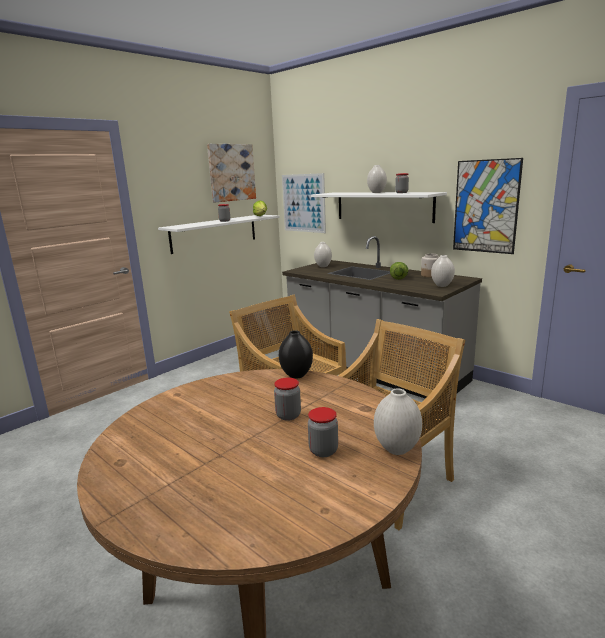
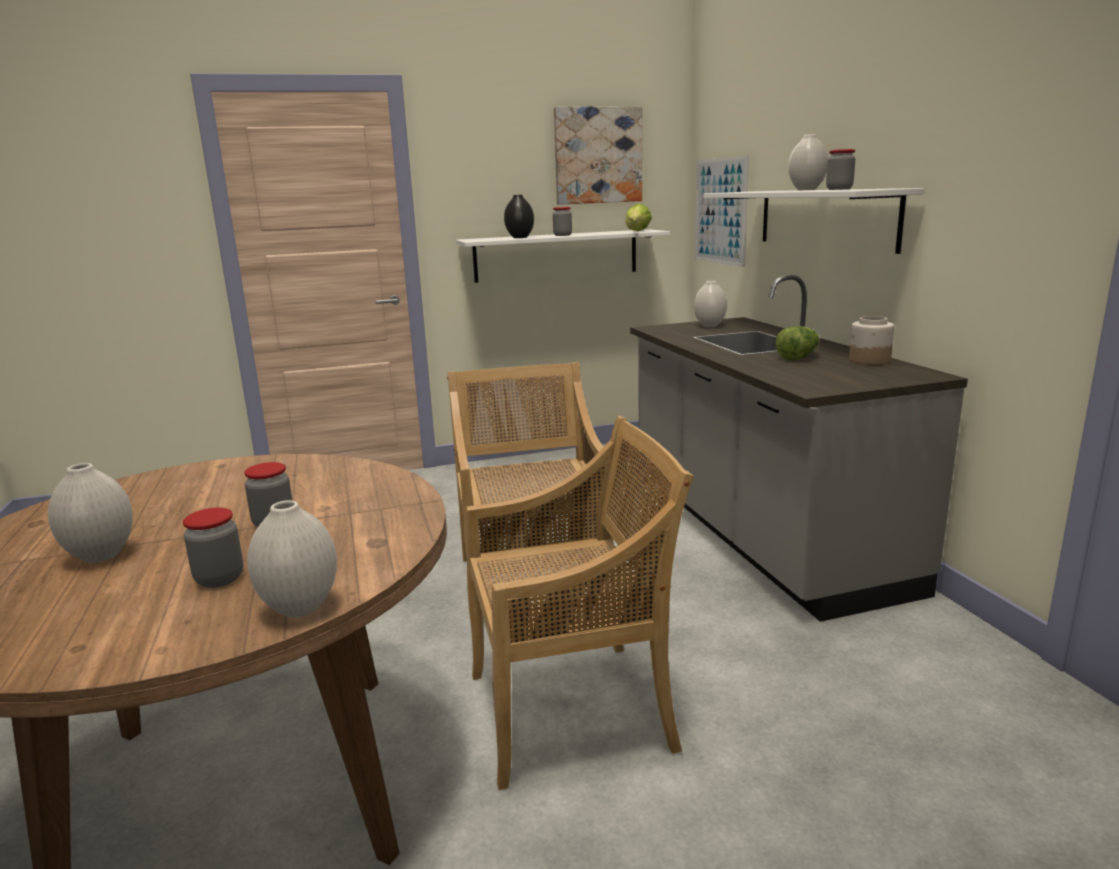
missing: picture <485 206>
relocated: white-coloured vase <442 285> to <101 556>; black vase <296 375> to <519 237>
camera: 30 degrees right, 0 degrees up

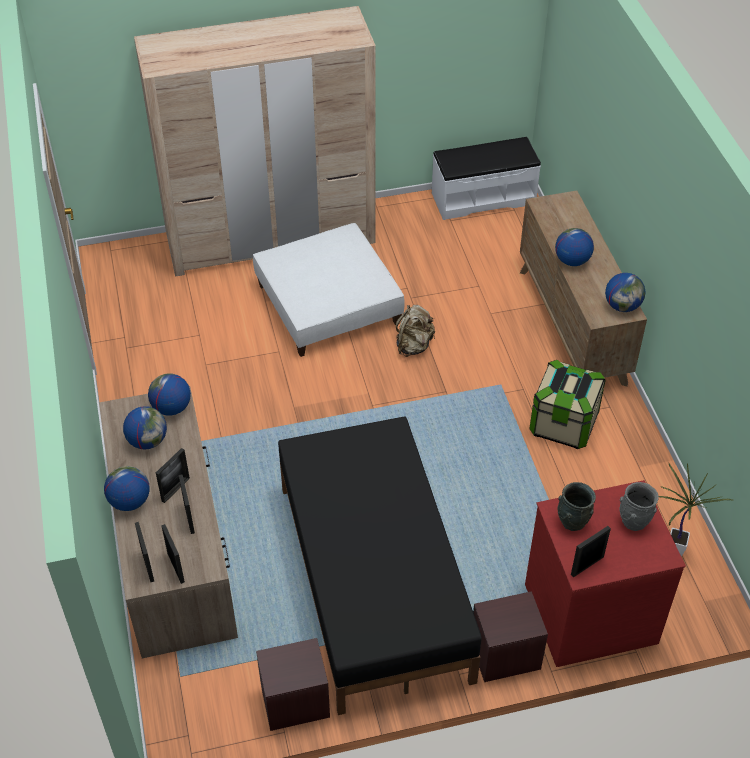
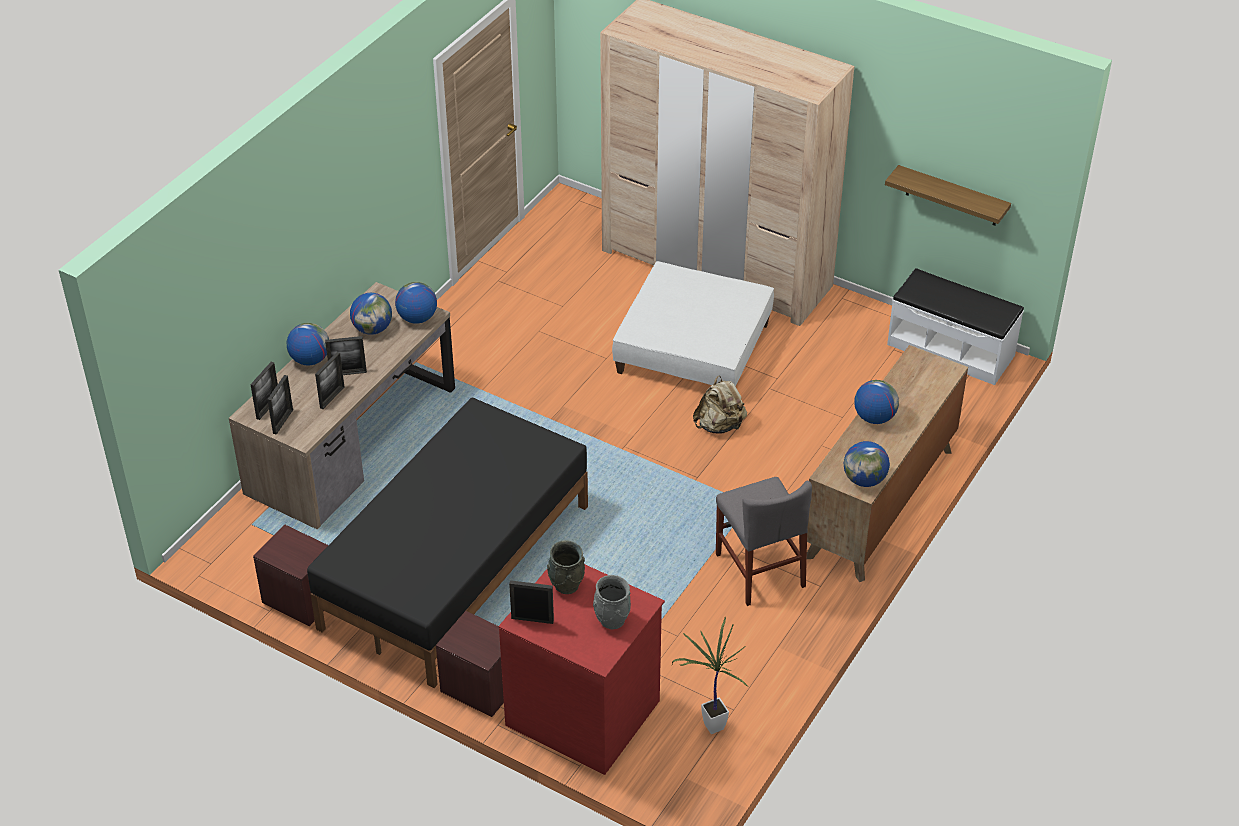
appeared: bracket shelf <952 196>
exchanged: storage bin <563 424> to greyish upright chair <759 570>
camera: 45 degrees right, 5 degrees down

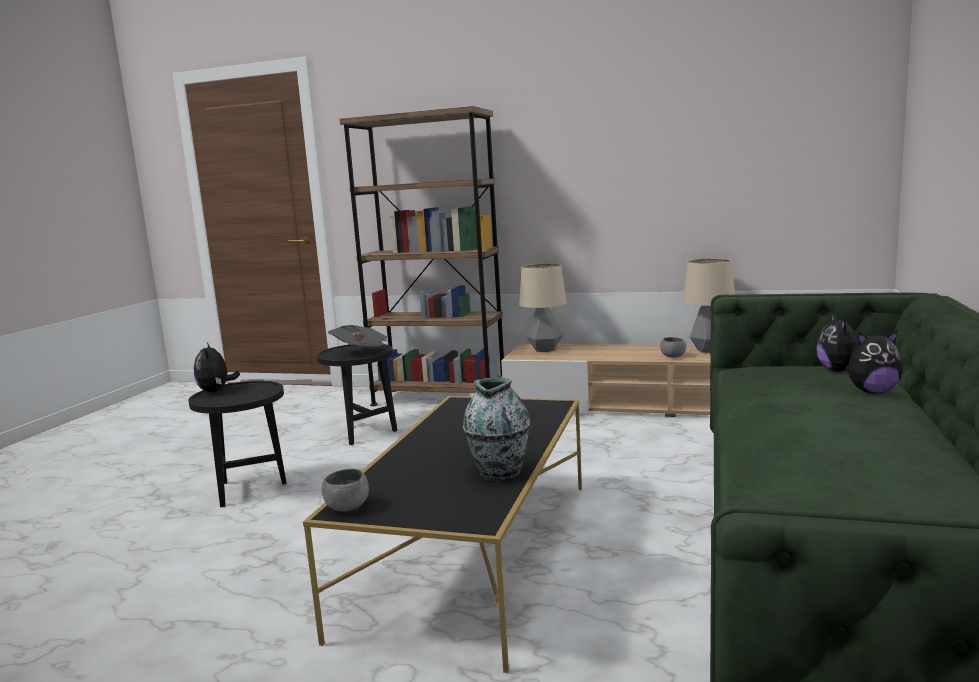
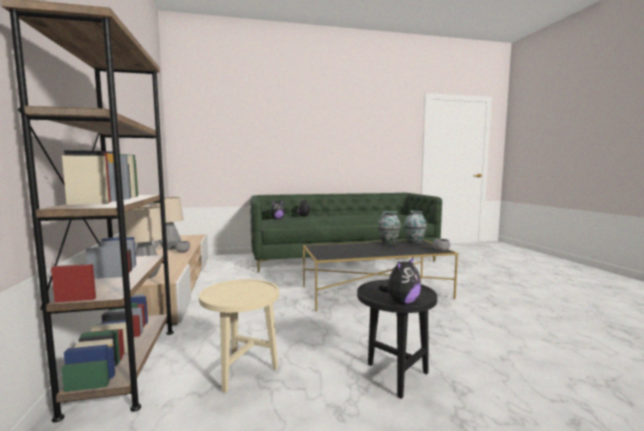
missing: newspaper <362 352>
appeared: vase <414 242>
colour: black accent table <363 432> to sand-coloured accent table <242 374>
camera: 120 degrees left, 5 degrees down

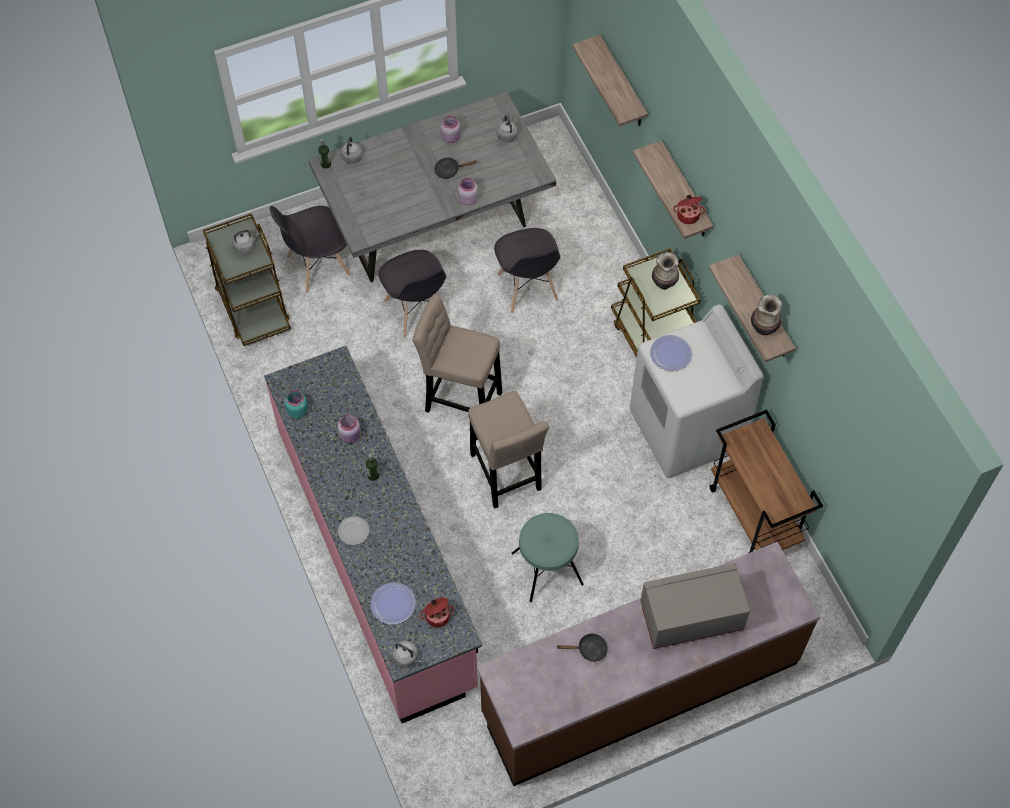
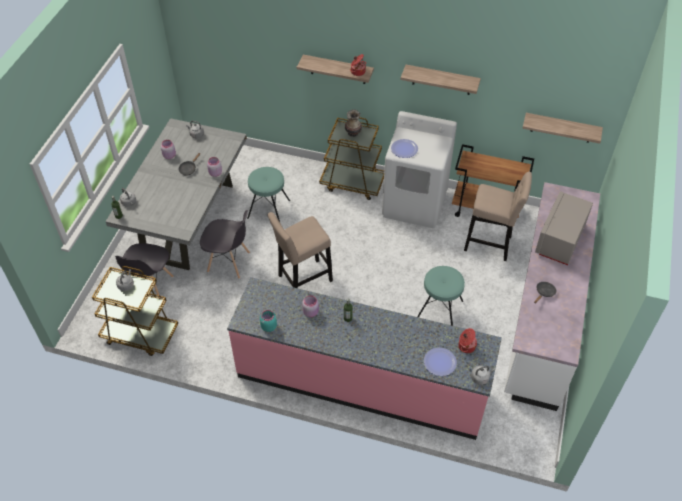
missing: flat dish <353 531>; vase <764 327>
relocated: sand-coloured sitting stool <506 476> to <490 245>; bracket shelf <622 84> to <561 128>
exchanged: greyish upright chair <527 288> to turquoise sitting stool <268 209>
colour: brown kitchen base unit <639 687> to white-coloured kitchen base unit <542 317>
camera: 50 degrees left, 10 degrees down

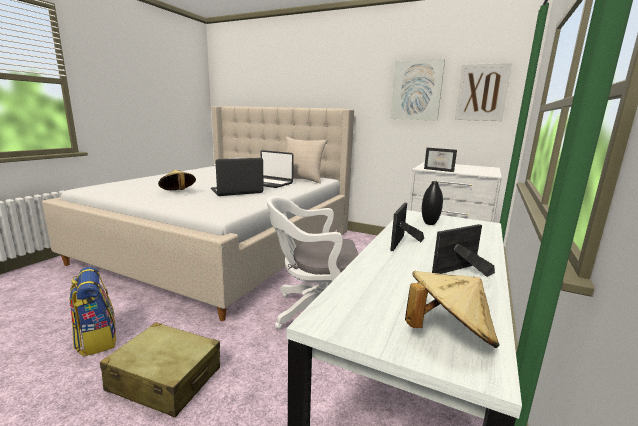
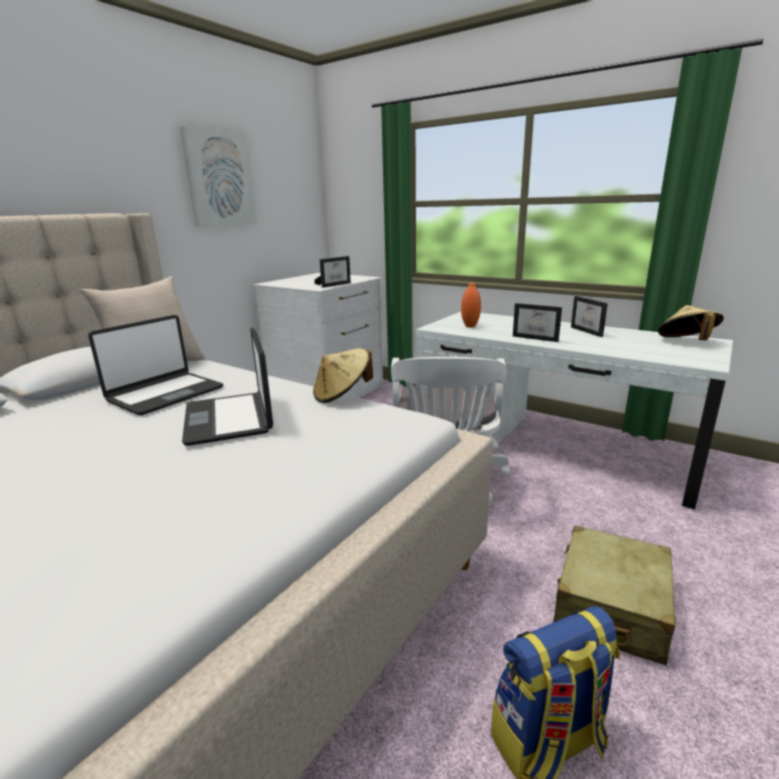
missing: picture <482 92>
relocated: sand-coloured clothing hat <178 192> to <342 395>
colour: black vase <429 223> to orangey vase <470 326>
camera: 80 degrees left, 5 degrees up

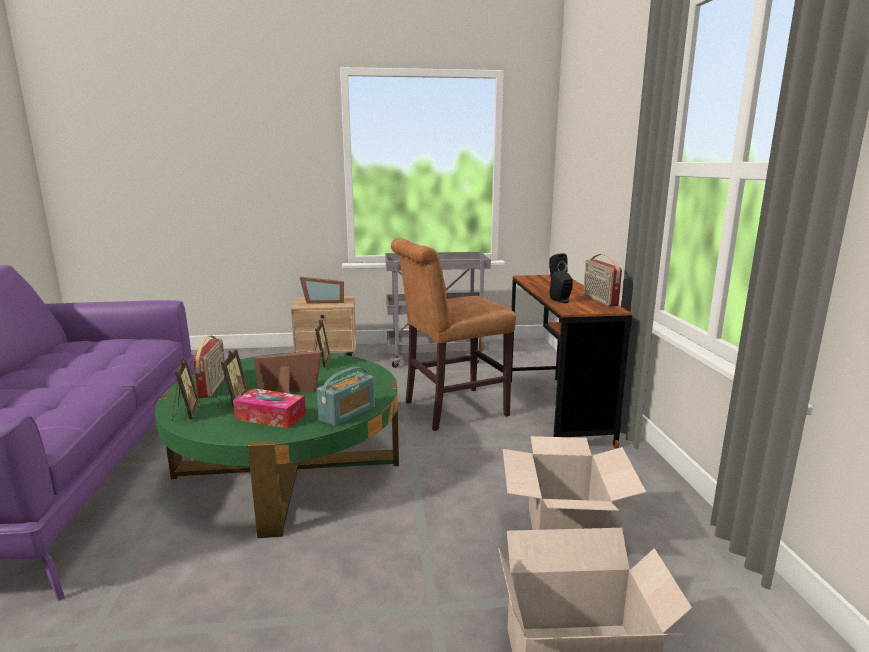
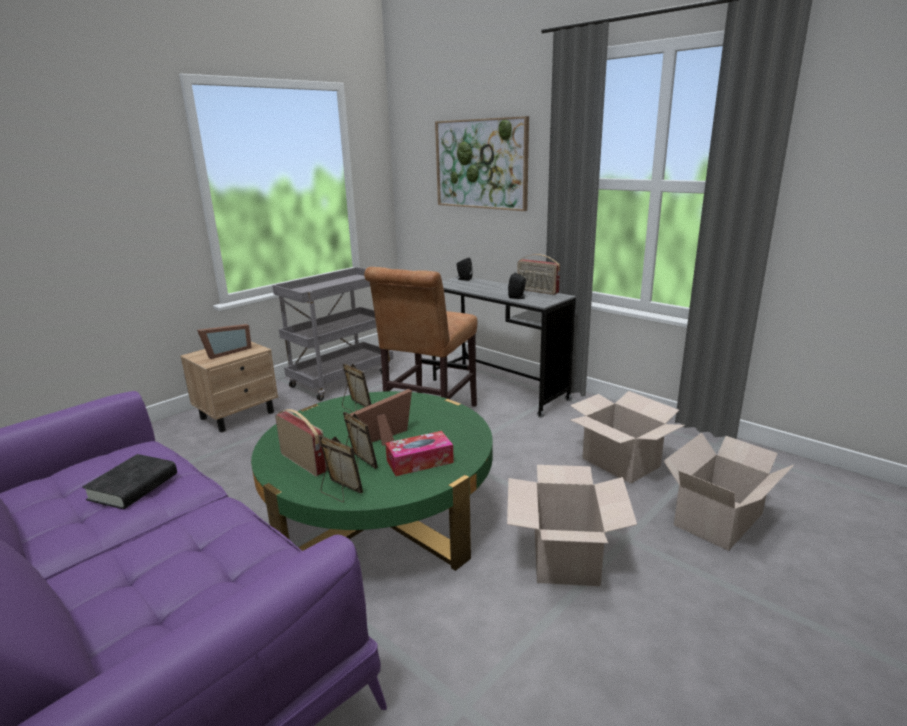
missing: radio <347 413>
appeared: black bound book <133 487>; picture <481 164>; carton <566 557>
colour: brown desk table <556 410> to greyish desk table <498 390>
camera: 40 degrees left, 5 degrees up

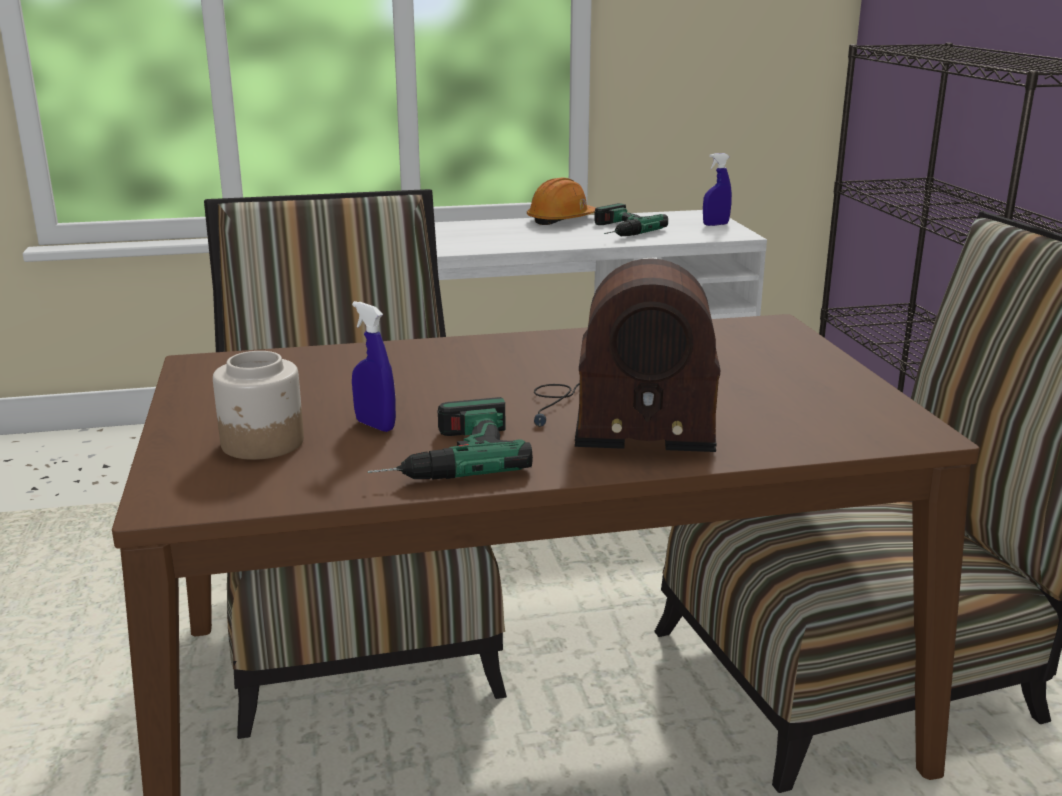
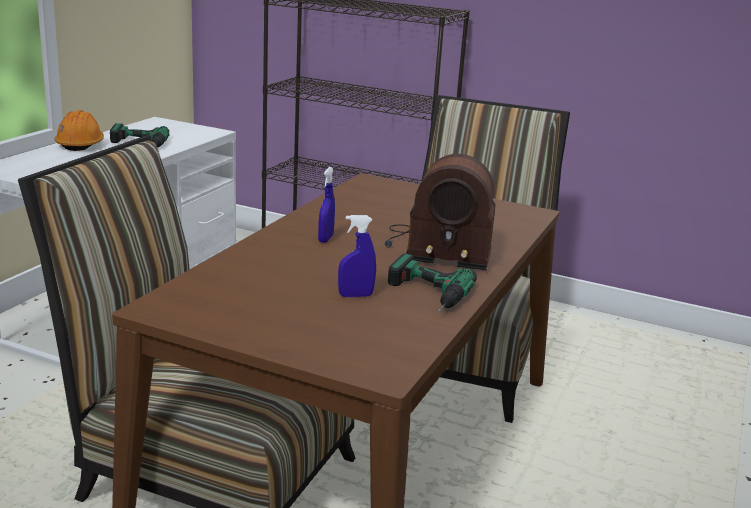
missing: jar <263 443>
relocated: bluish spray bottle <715 224> to <325 239>
spun: radio <620 419> = <437 248> 60 degrees clockwise
camera: 55 degrees left, 0 degrees up

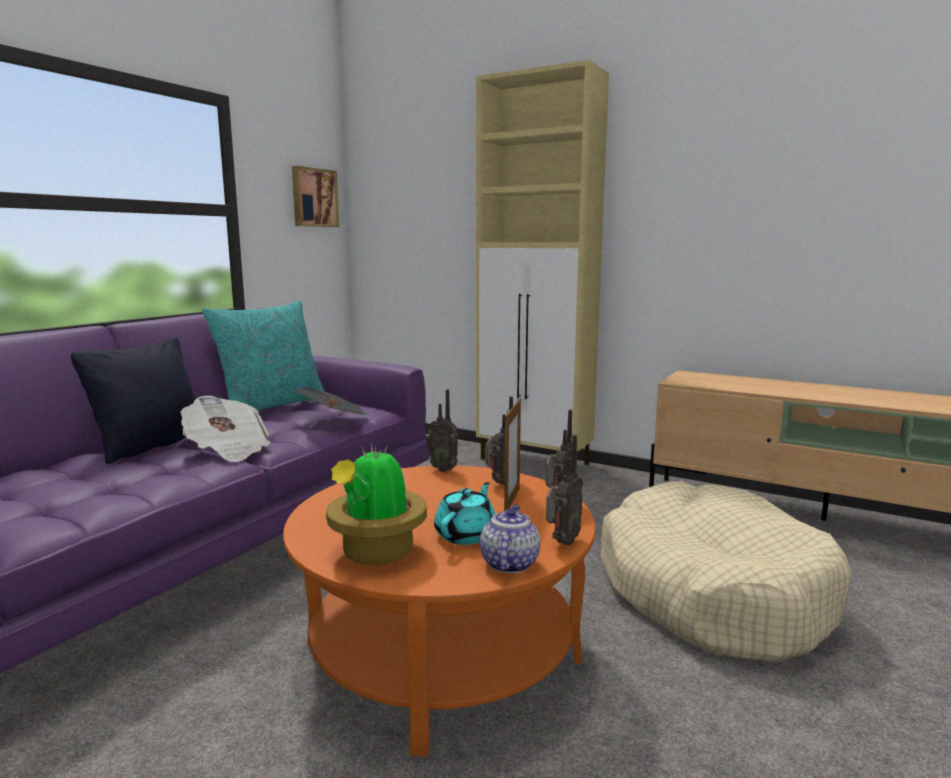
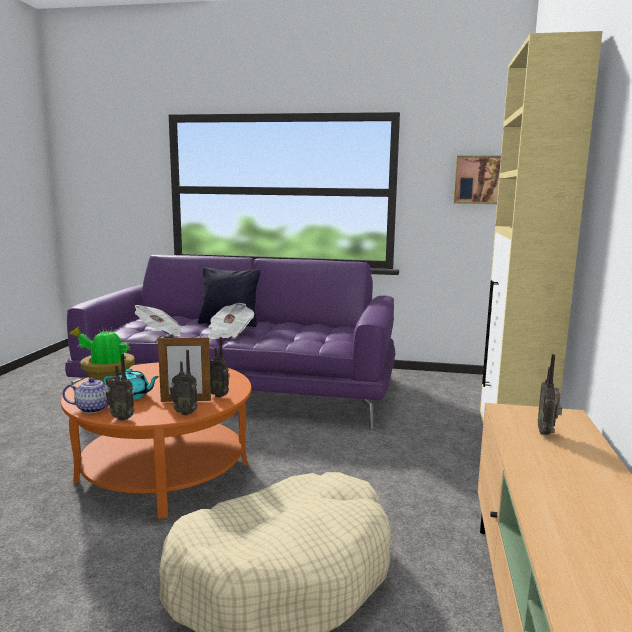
missing: turquoise cushion <271 406>
relocated: newspaper <335 421> to <160 333>; radio <443 469> to <547 433>
camera: 70 degrees right, 0 degrees up

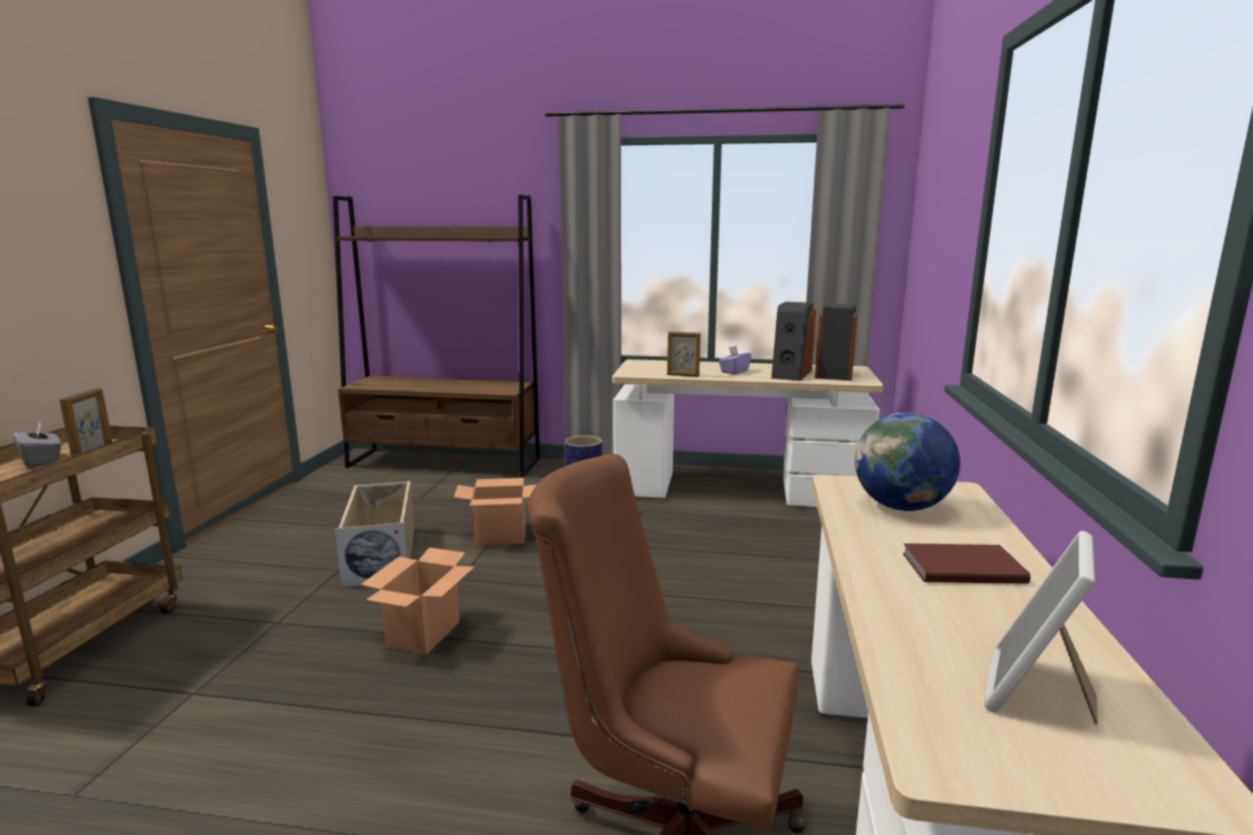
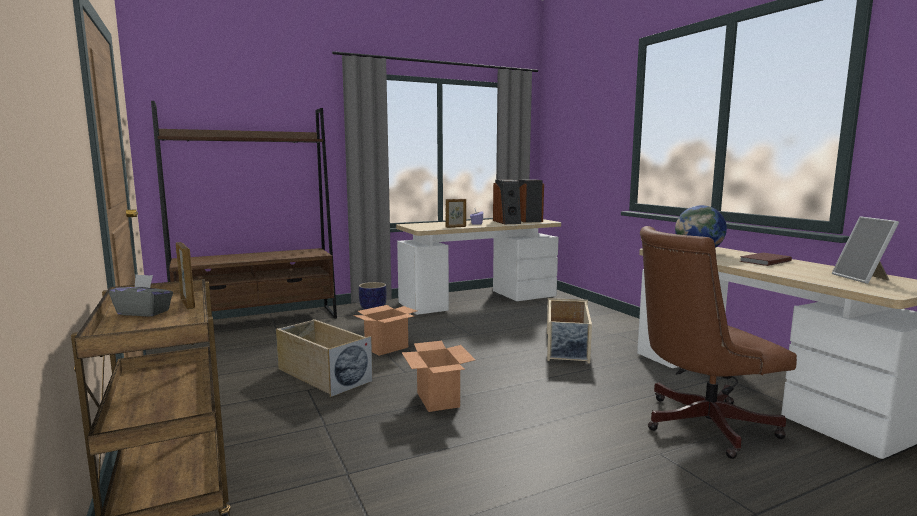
appeared: sand-coloured storage bin <567 348>
camera: 35 degrees left, 5 degrees down

